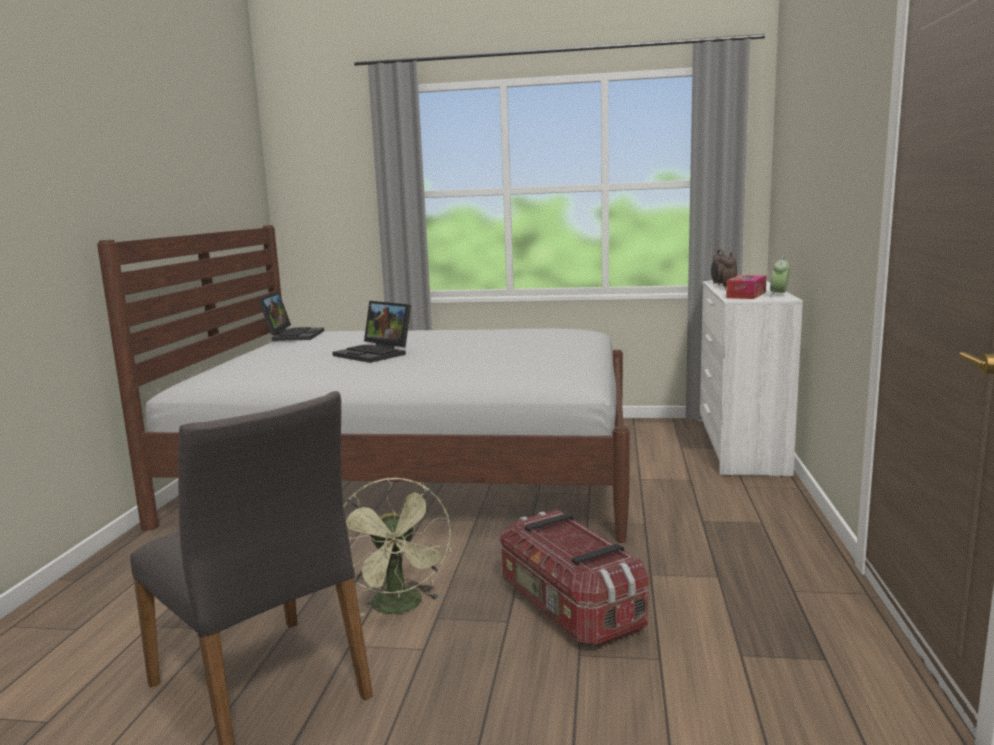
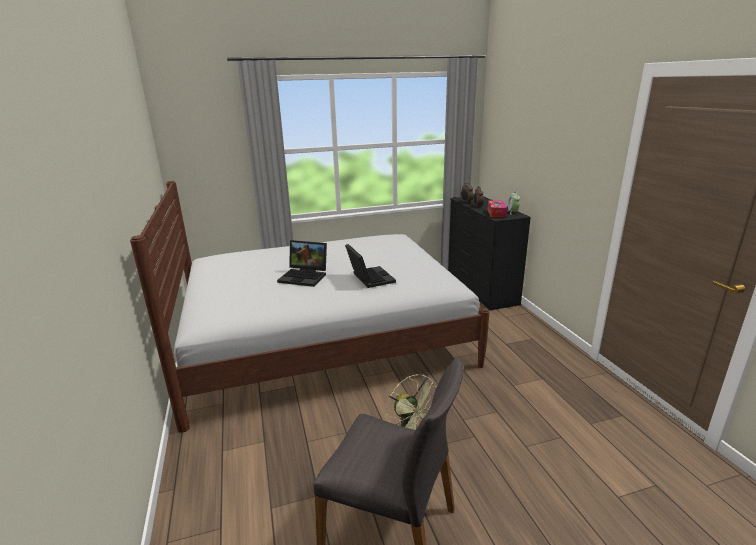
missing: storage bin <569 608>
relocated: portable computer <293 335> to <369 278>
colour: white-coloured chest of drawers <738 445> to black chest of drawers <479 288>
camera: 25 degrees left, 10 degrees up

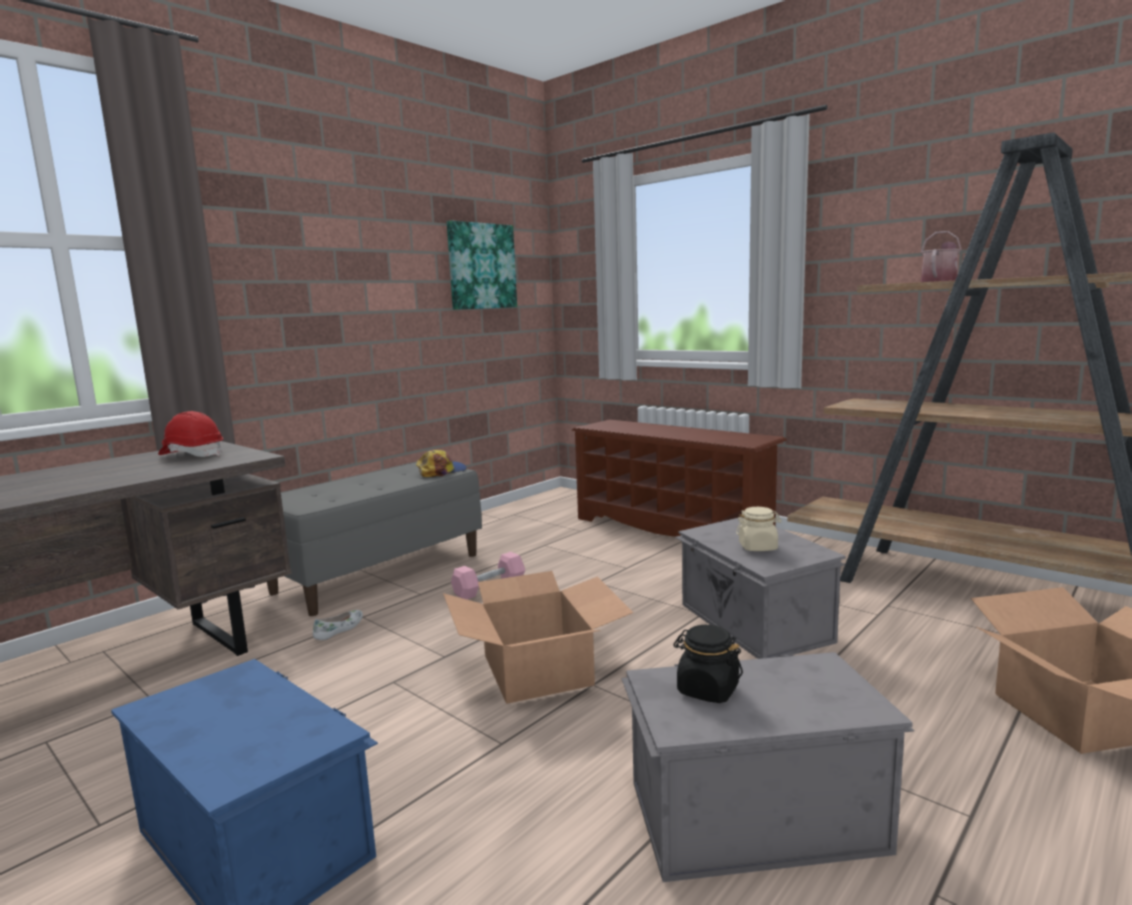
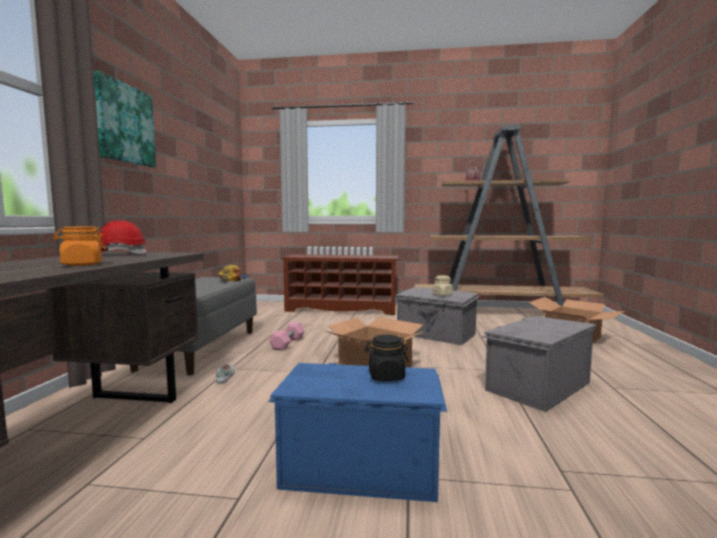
appeared: orangey jar <82 264>
relocated: picture <481 266> to <125 124>; black jar <707 690> to <386 376>
camera: 35 degrees left, 5 degrees down

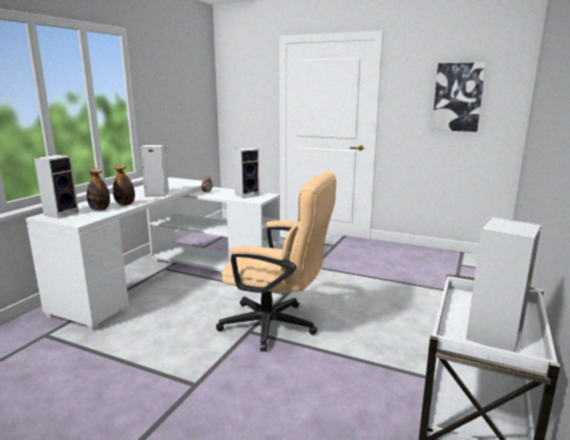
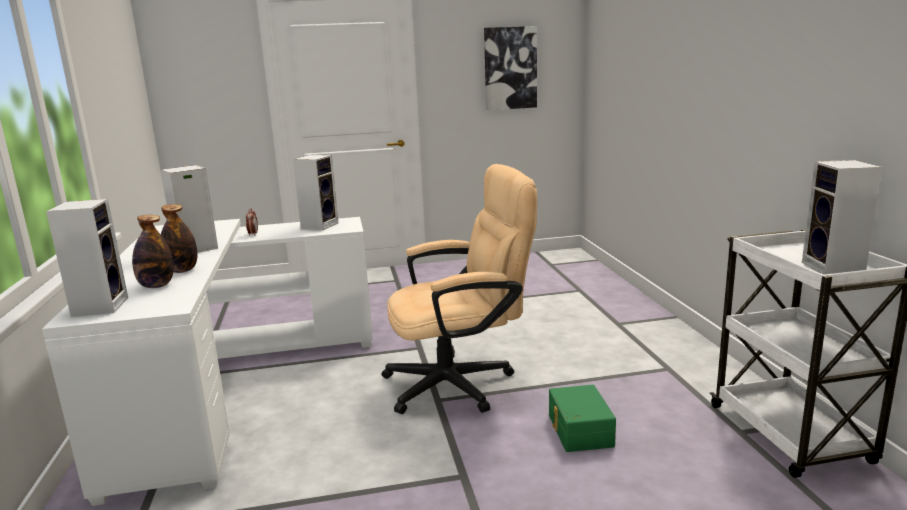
appeared: green-coloured storage bin <578 430>
camera: 35 degrees left, 0 degrees up

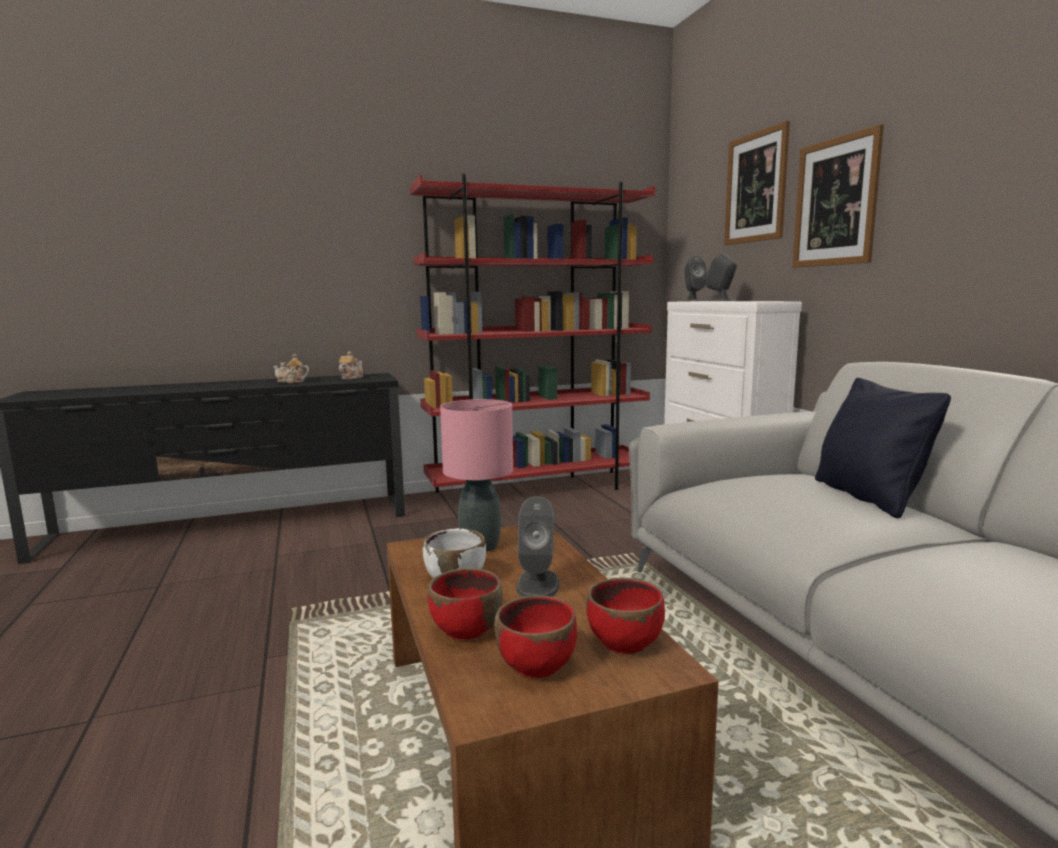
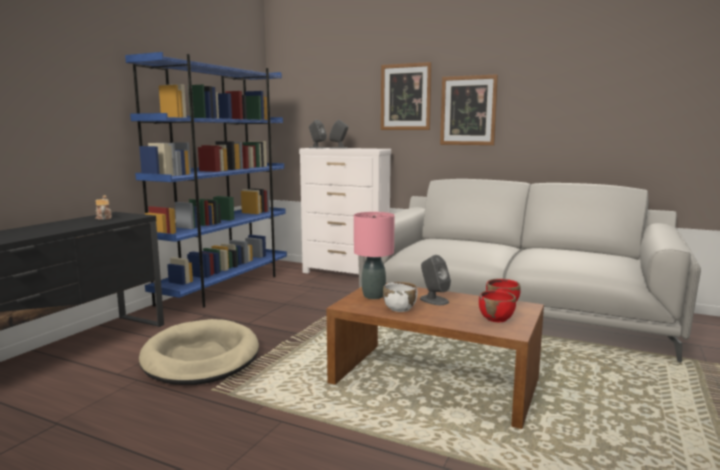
missing: pot for tea <291 382>; red-coloured serving bowl <466 629>; black cushion <868 497>
appeared: sand-coloured dog bed <201 357>
relocated: picture <756 188> to <468 110>
colour: red-coloured bookcase <538 489> to bluish bookcase <225 287>
camera: 45 degrees left, 0 degrees up

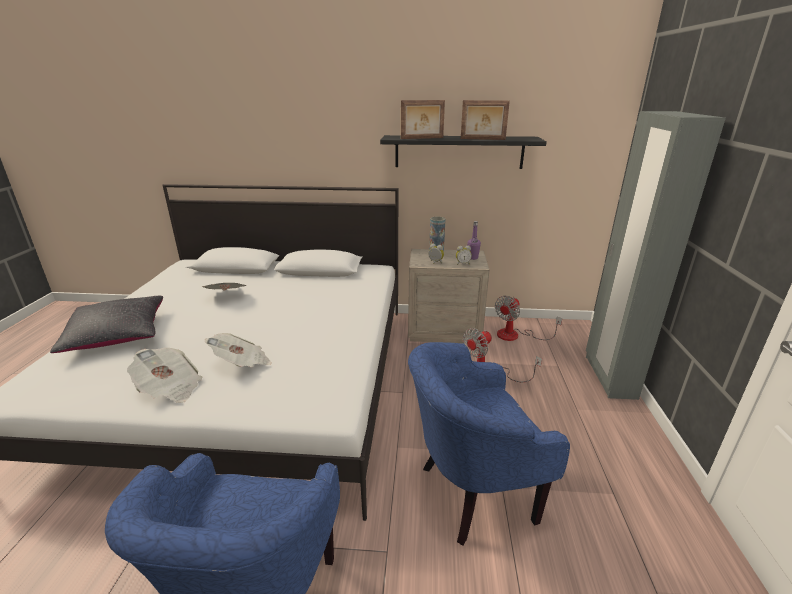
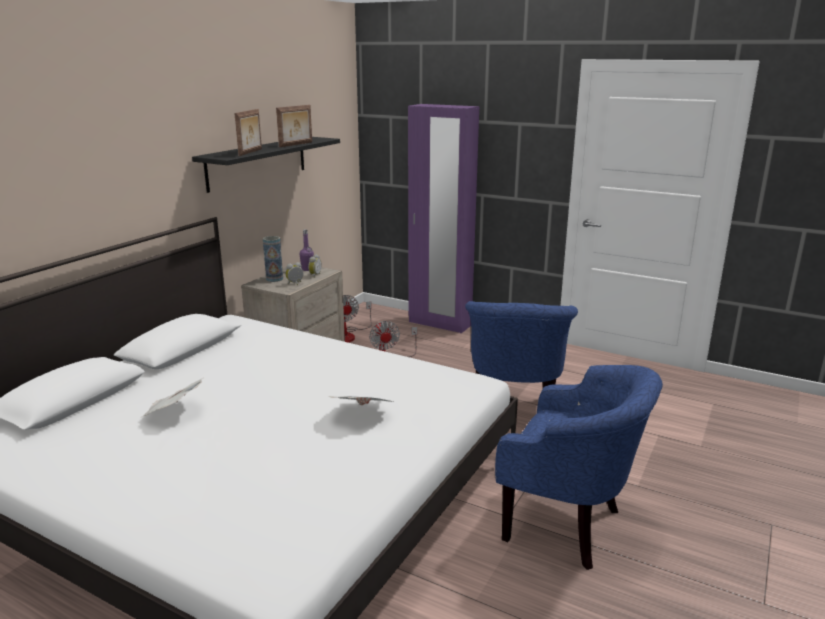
missing: black cushion <117 335>; newspaper <170 388>
colour: greyish wardrobe <609 376> to purple wardrobe <439 323>
camera: 65 degrees left, 5 degrees down

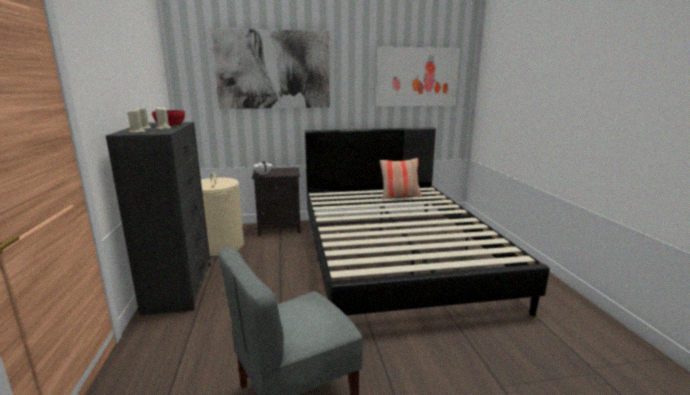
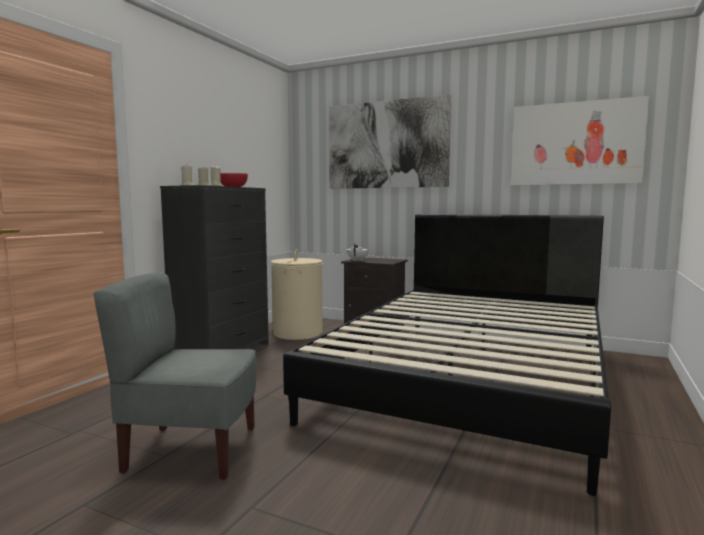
missing: cushion <400 196>
camera: 35 degrees right, 10 degrees down

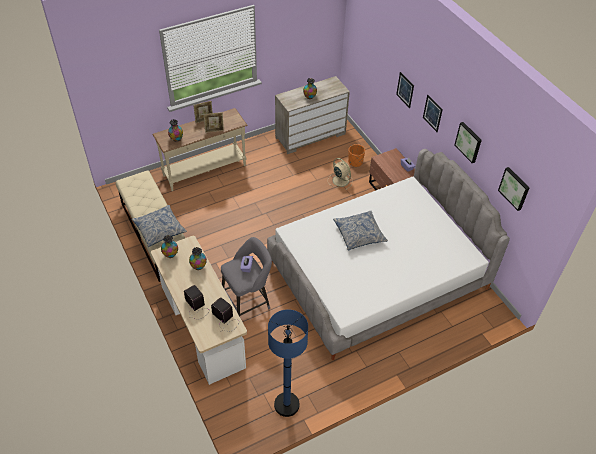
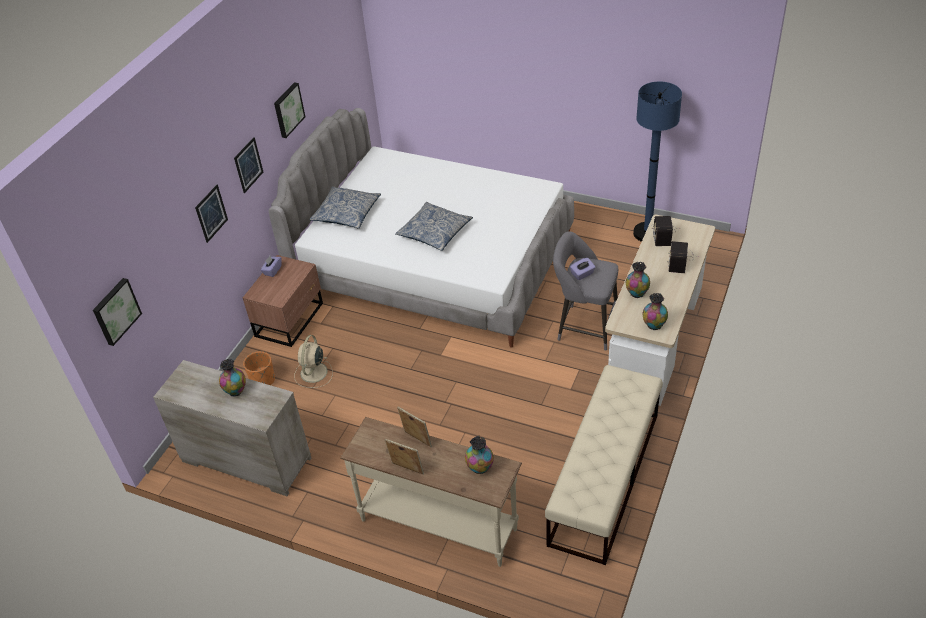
relocated: picture <514 188> to <115 311>; cushion <159 229> to <346 213>
camera: 125 degrees left, 5 degrees down

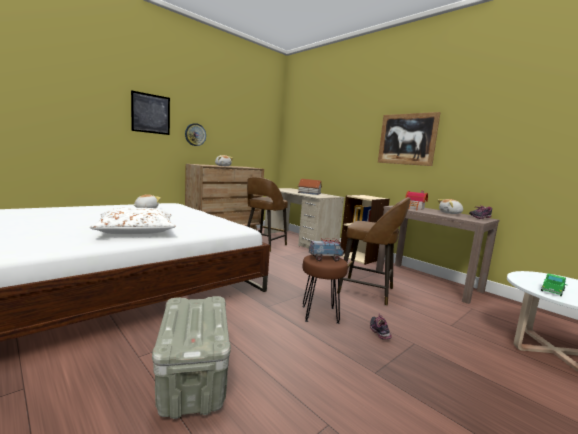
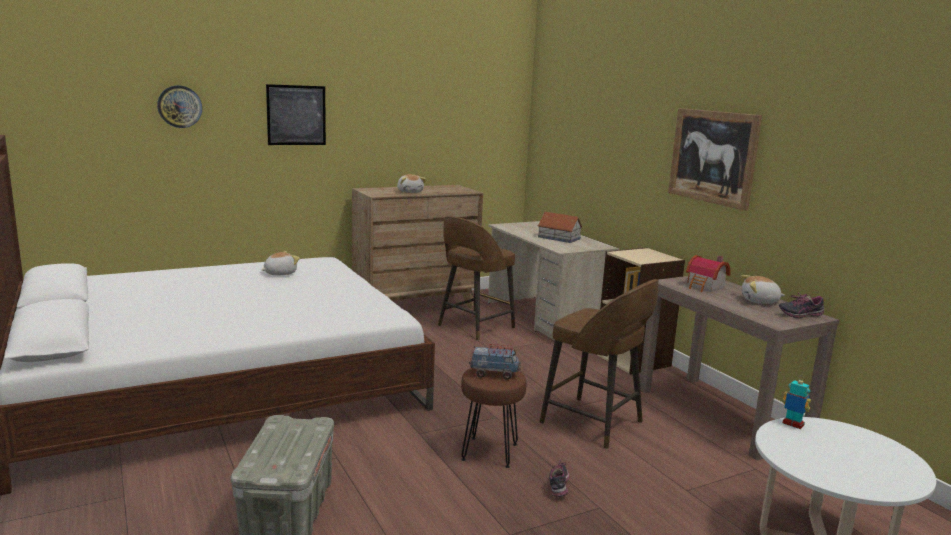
missing: white-coloured cushion <136 231>; model truck <552 290>
appeared: model robot <793 424>
relocated: wall clock <195 134> to <179 106>
camera: 15 degrees right, 5 degrees up

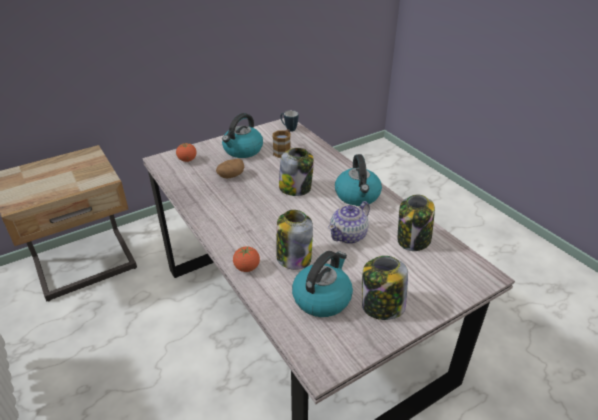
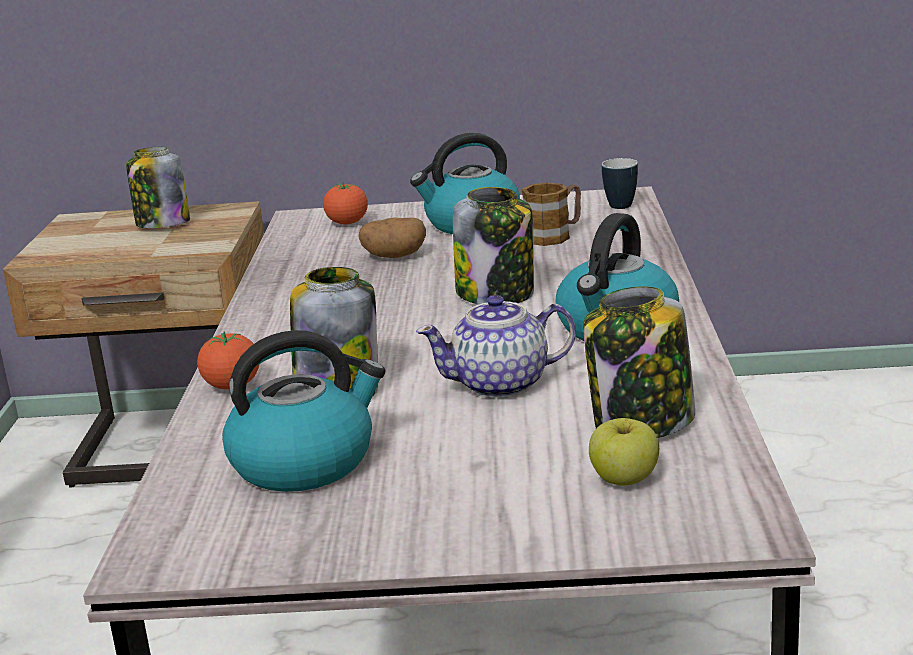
appeared: apple <625 480>
relocated: jar <382 307> to <162 224>
camera: 35 degrees right, 15 degrees down

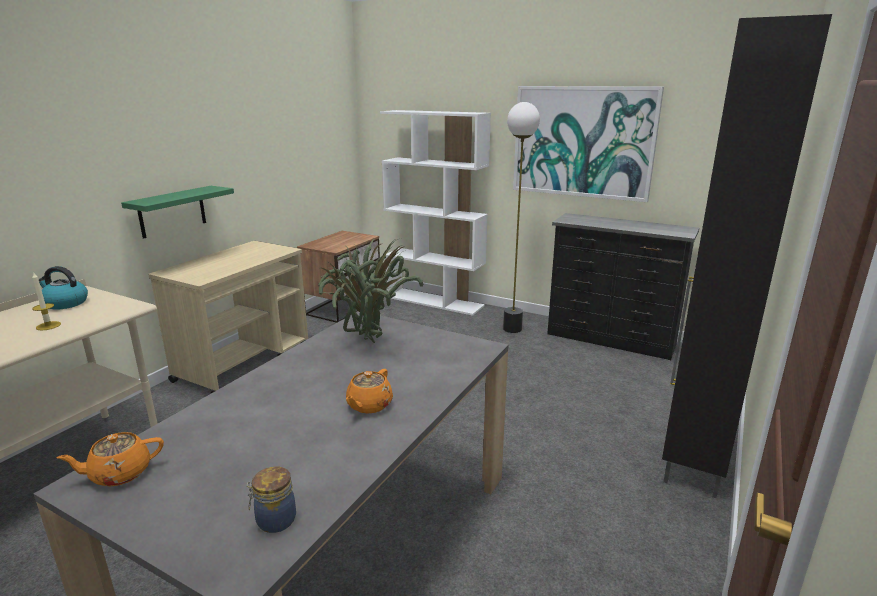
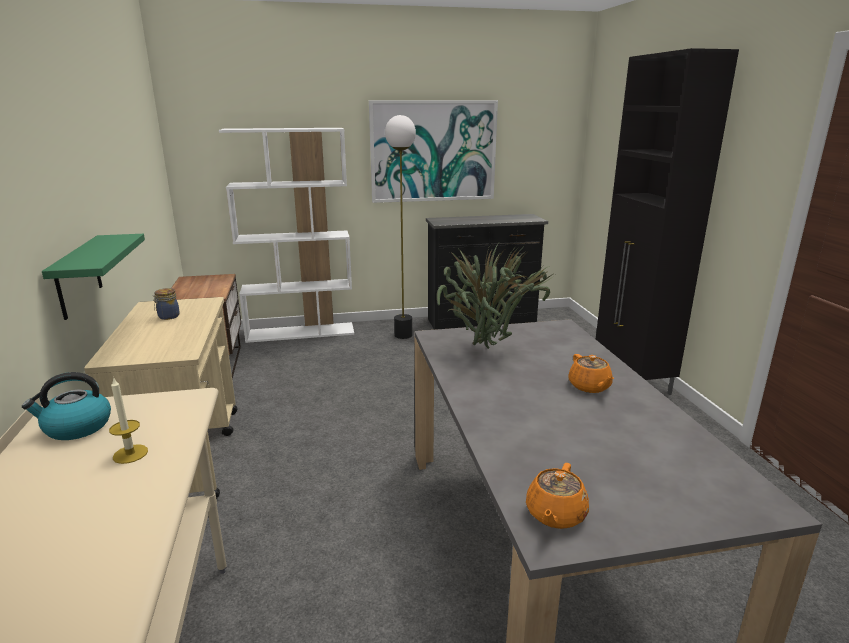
relocated: jar <274 520> to <168 317>
camera: 40 degrees left, 0 degrees up

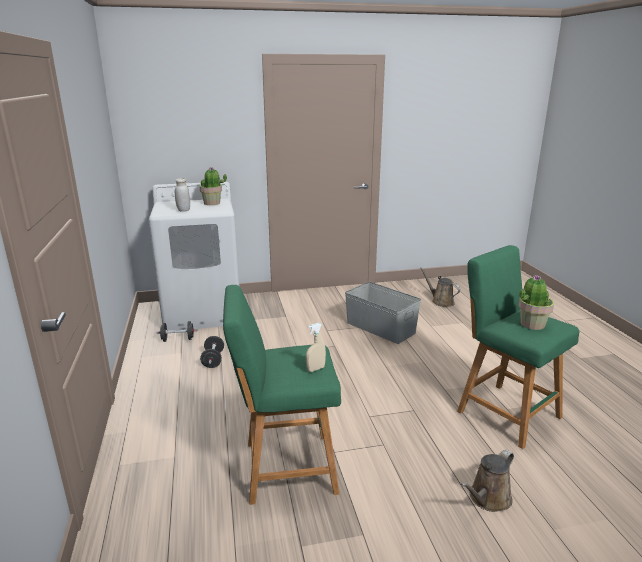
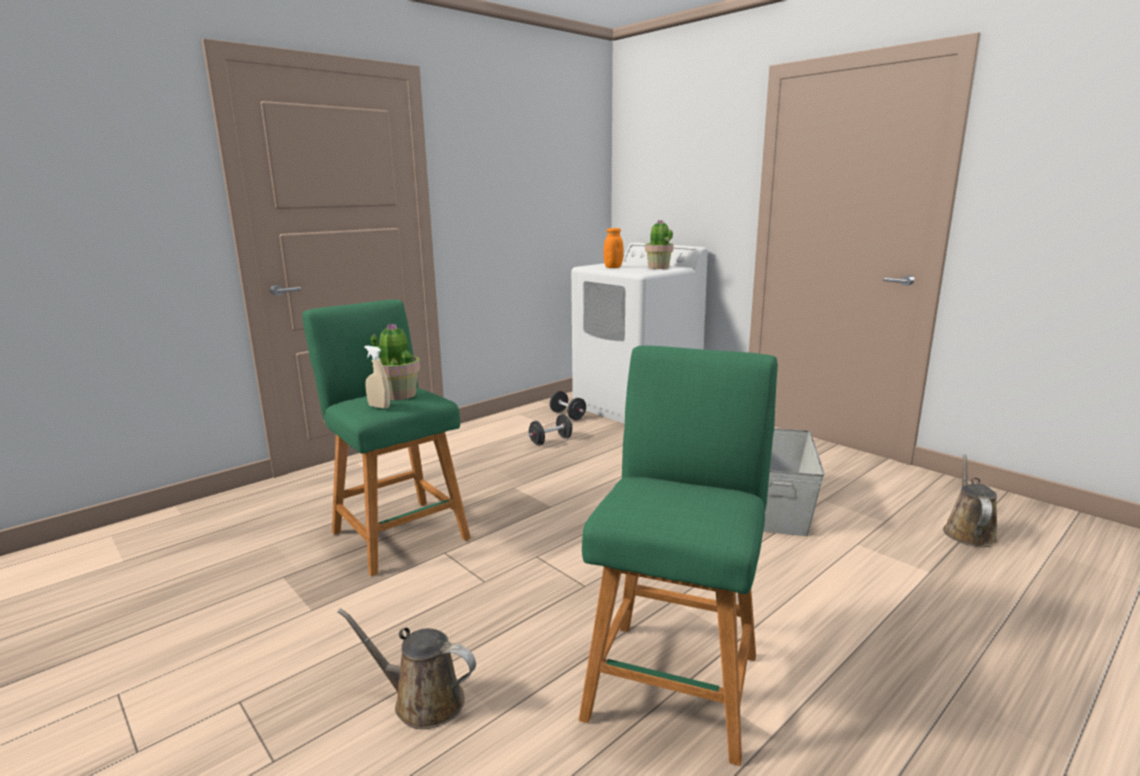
relocated: potted plant <531 324> to <399 395>
colour: white-coloured jar <183 210> to orangey jar <613 267>
camera: 60 degrees right, 5 degrees down

